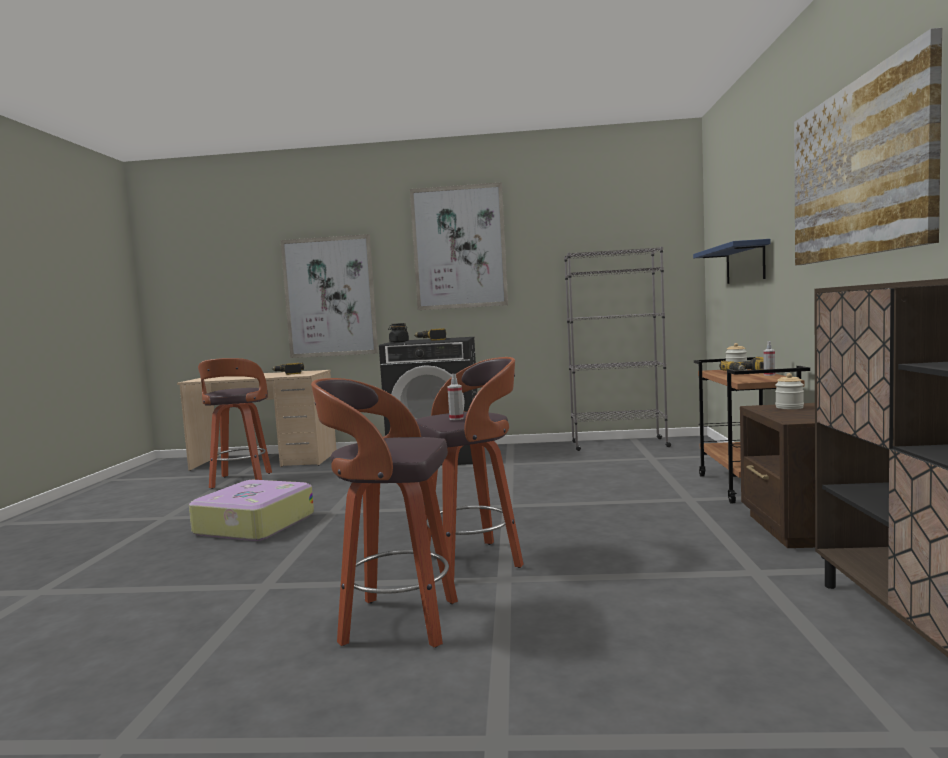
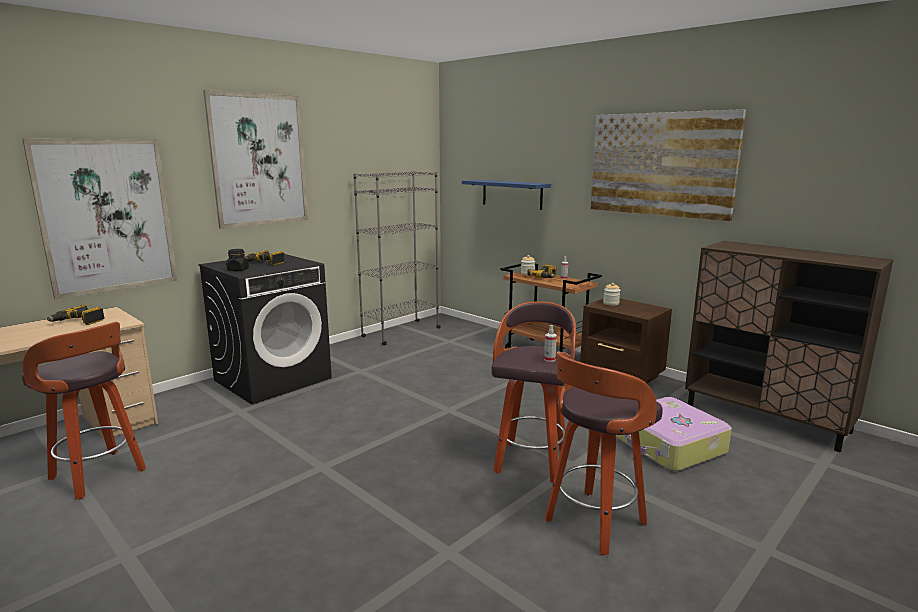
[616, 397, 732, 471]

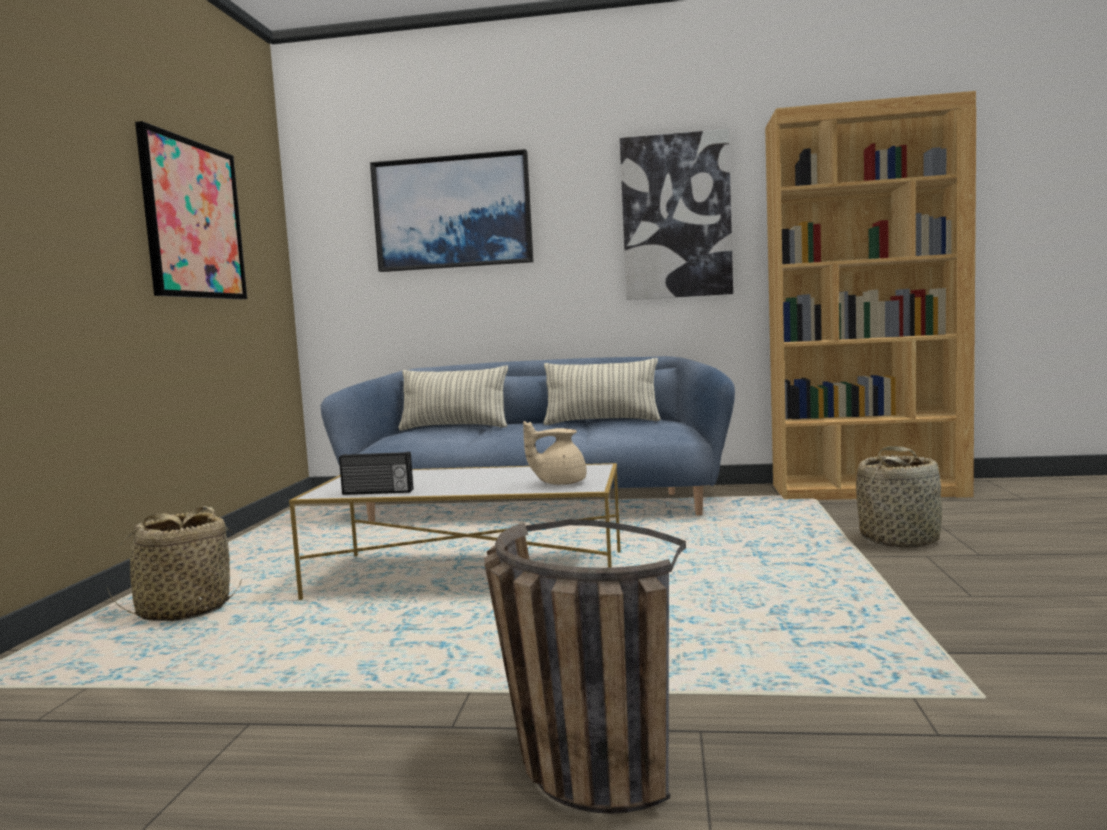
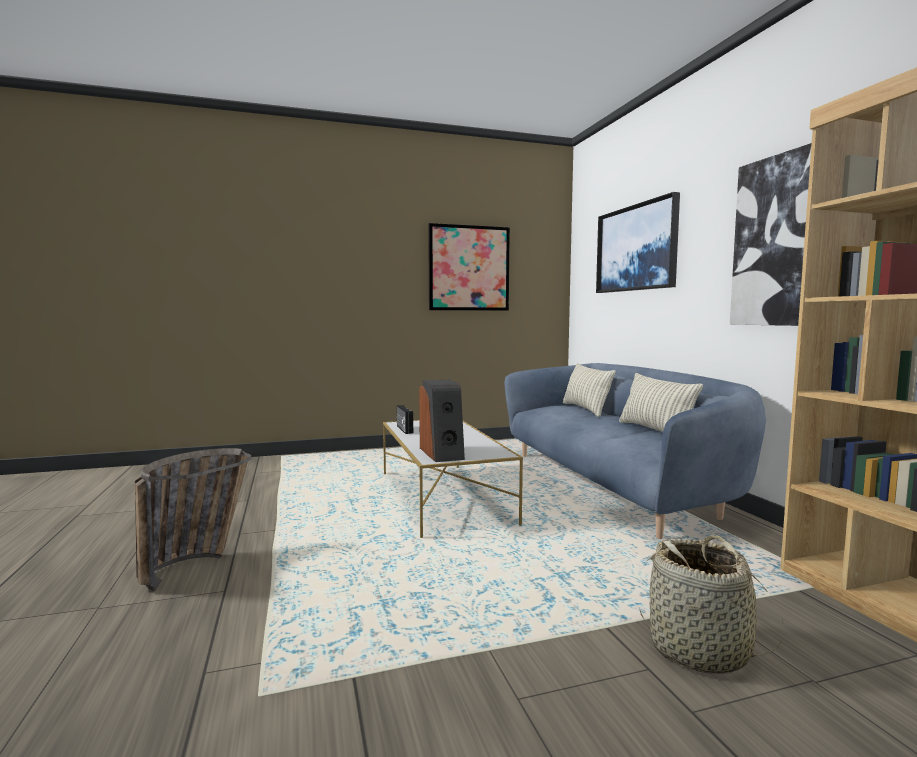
[419, 380, 465, 462]
[106, 506, 242, 621] (first image)

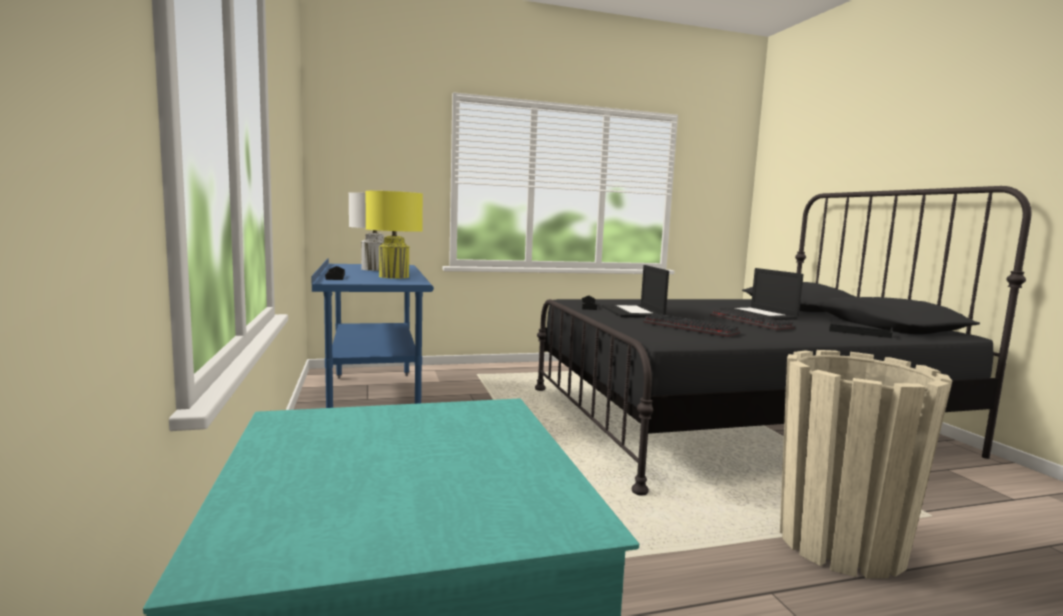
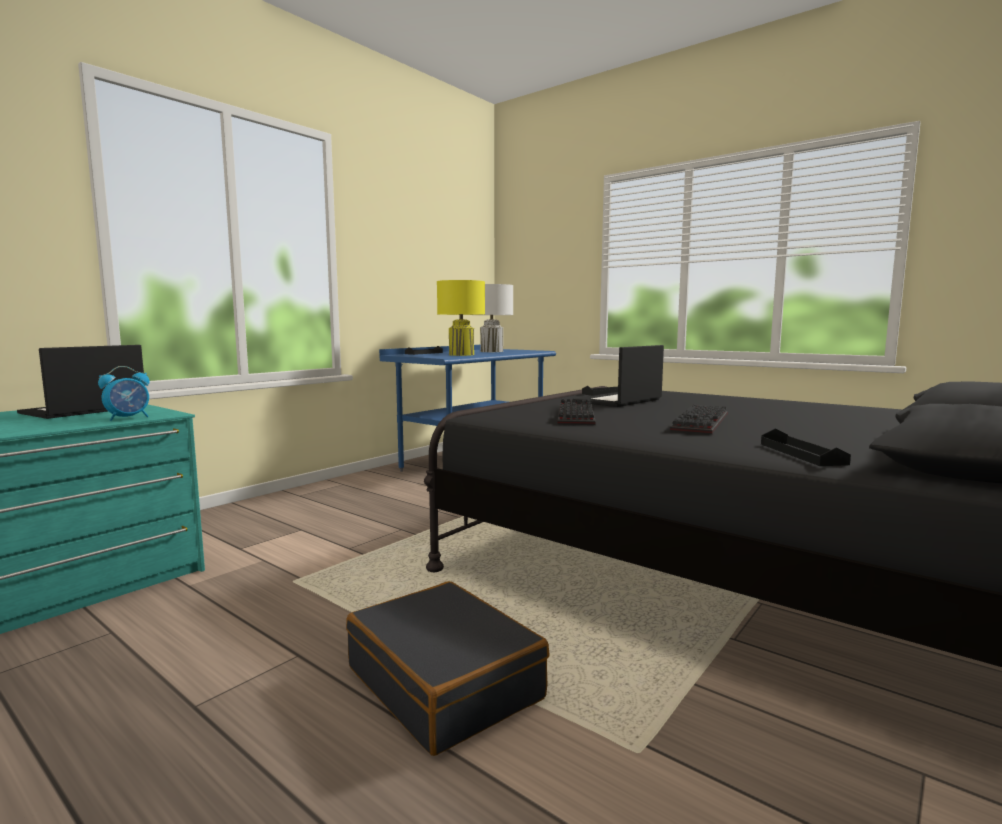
[17, 345, 144, 419]
[98, 366, 150, 421]
[346, 581, 550, 756]

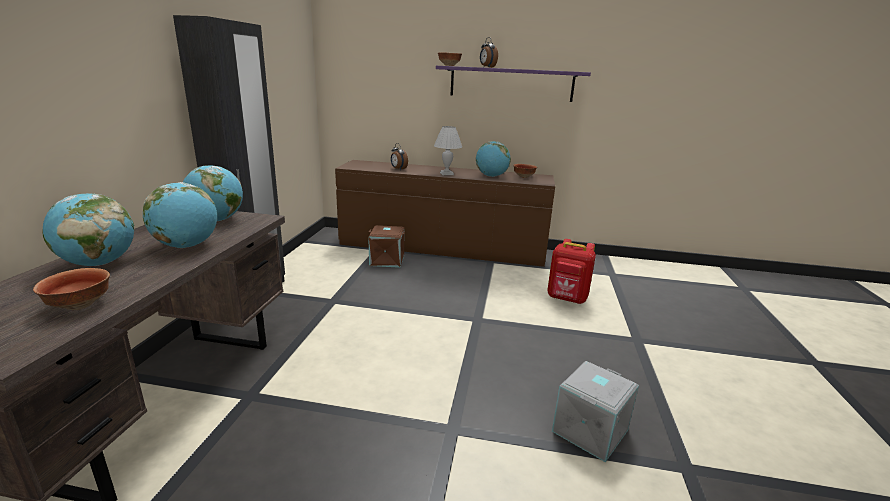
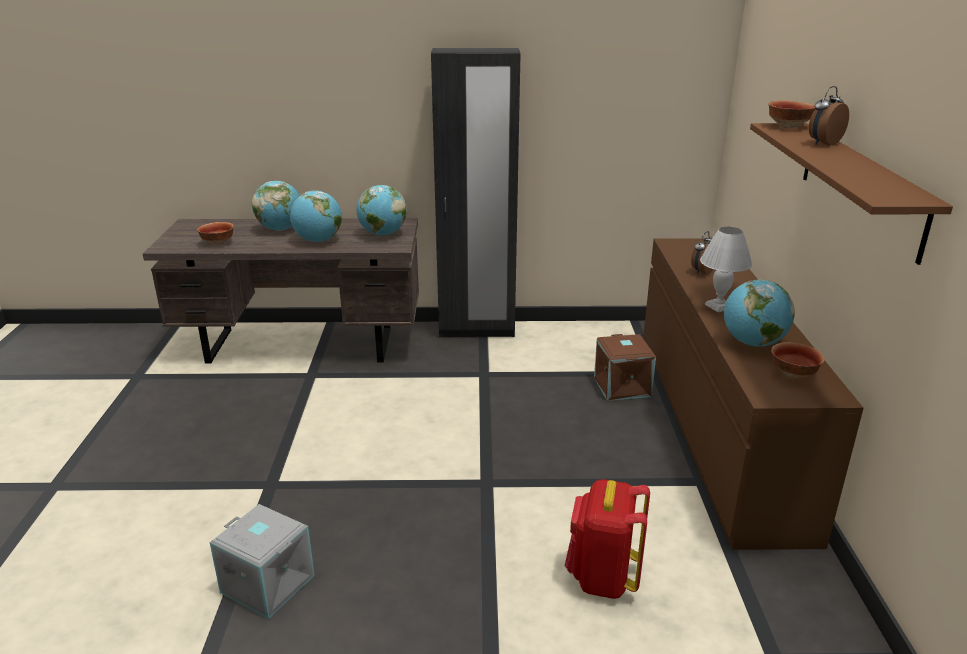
[750, 123, 953, 265]

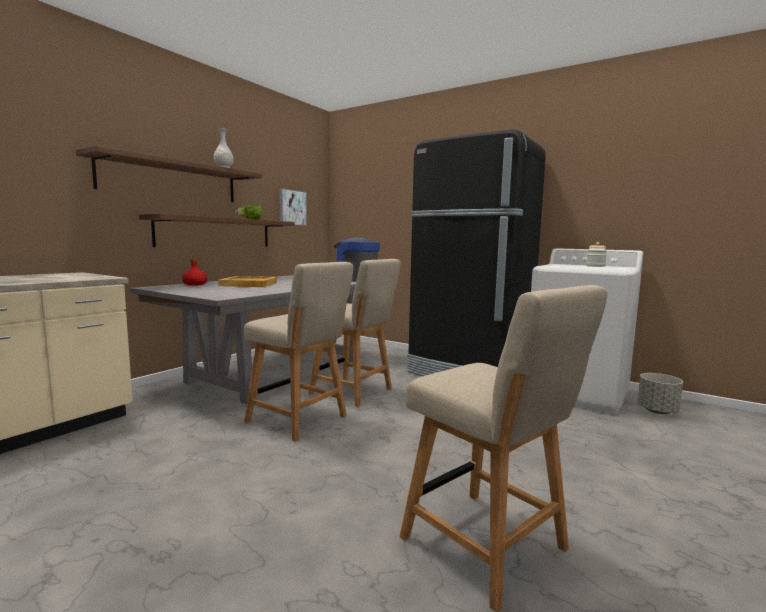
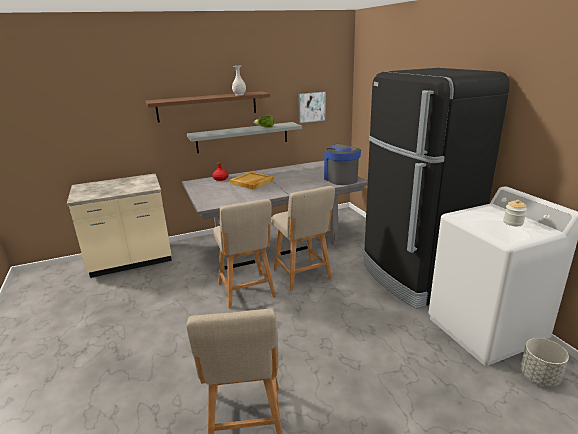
[187, 122, 302, 153]

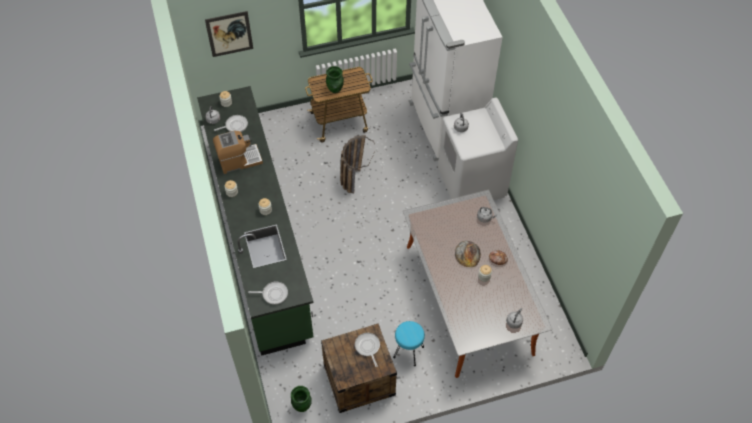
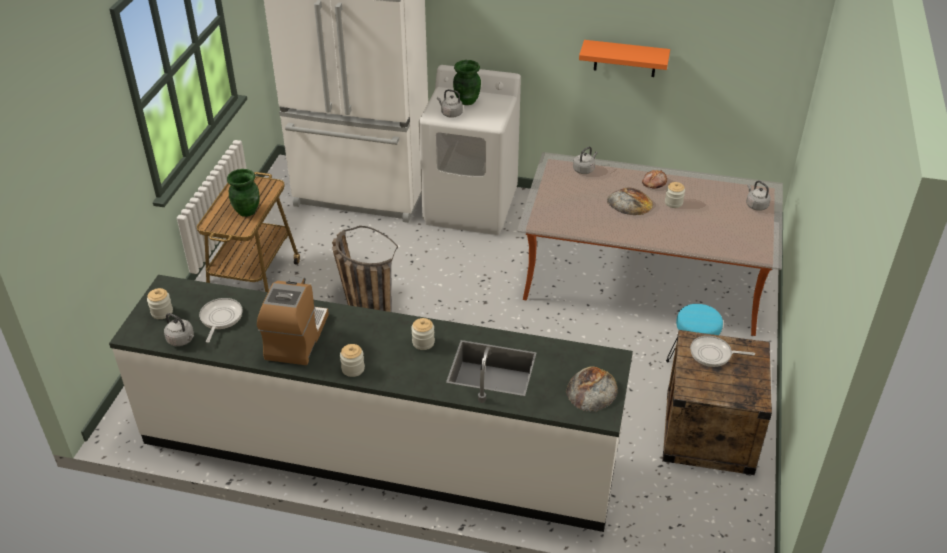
[109, 275, 633, 532]
[453, 60, 481, 105]
[566, 367, 618, 412]
[579, 40, 670, 77]
[205, 11, 253, 57] (first image)

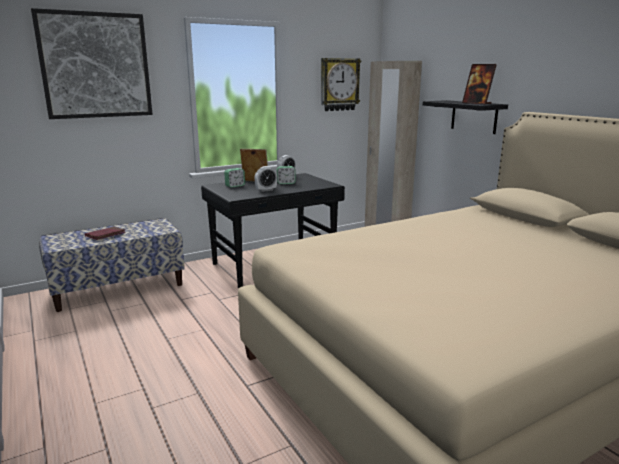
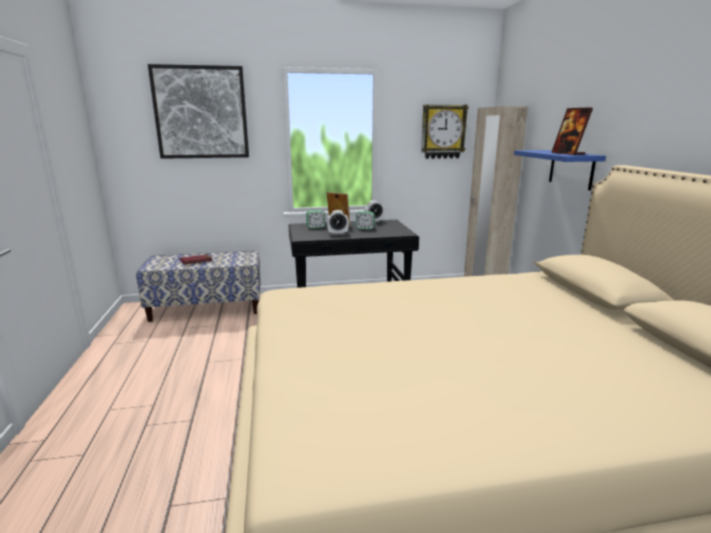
[514, 150, 606, 190]

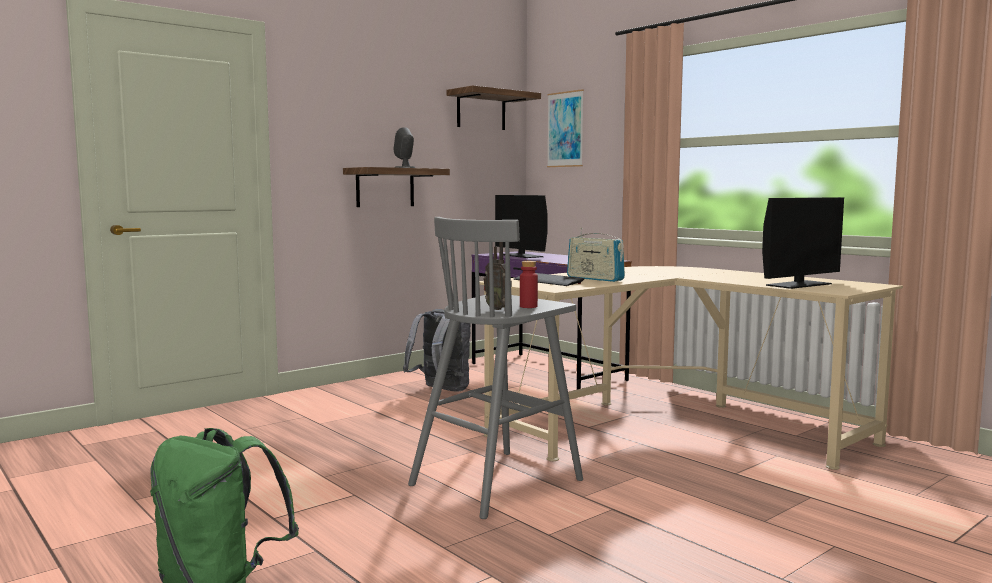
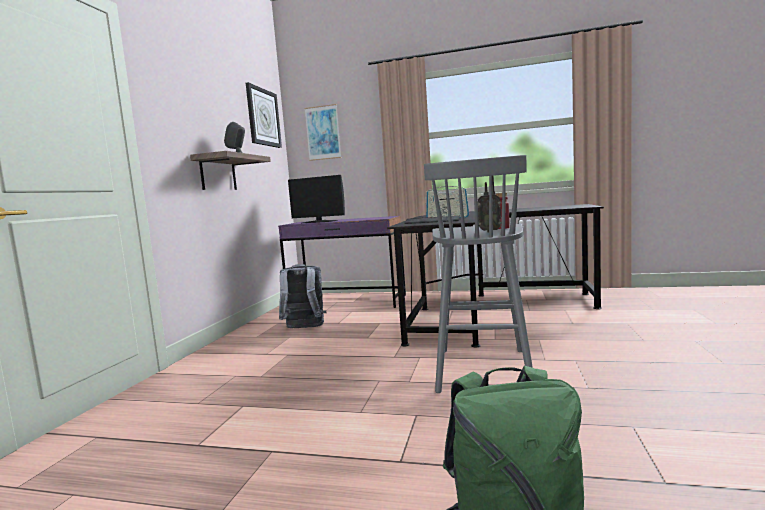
[246, 82, 282, 148]
[387, 204, 604, 347]
[762, 197, 844, 289] (first image)

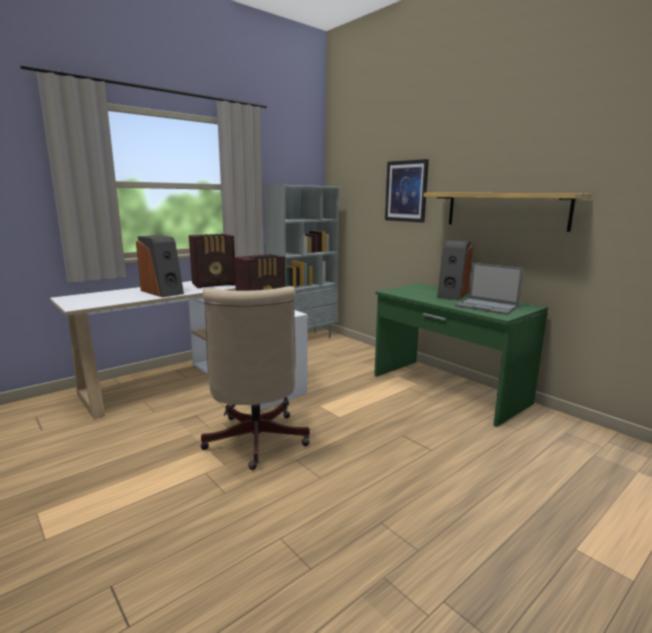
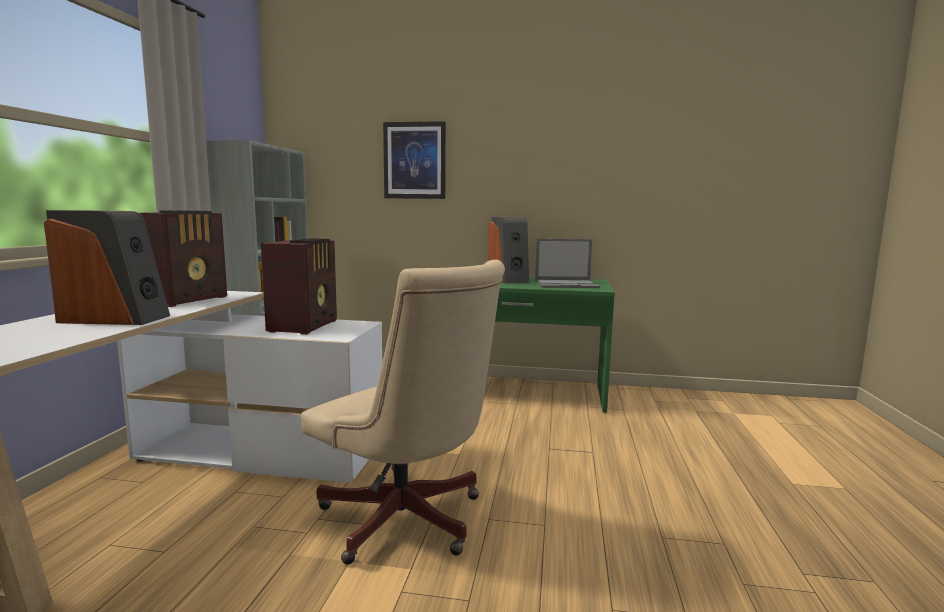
[424, 193, 592, 232] (first image)

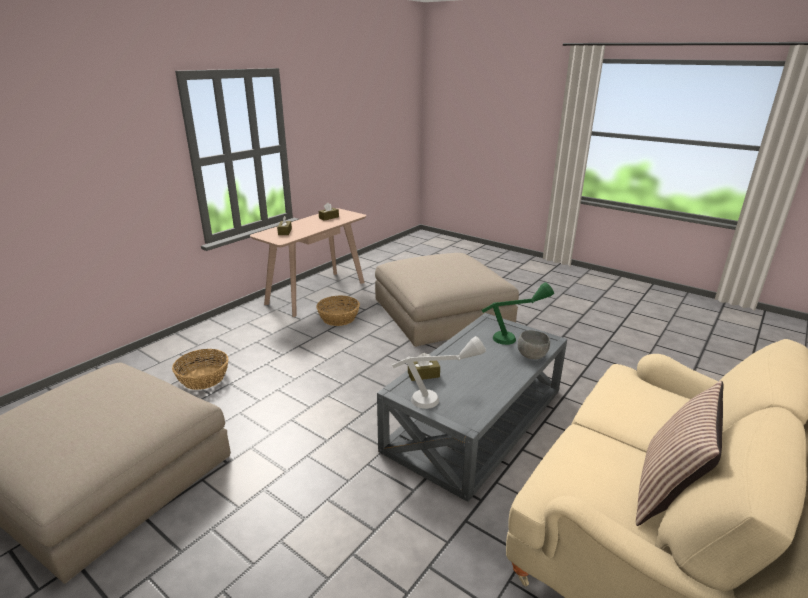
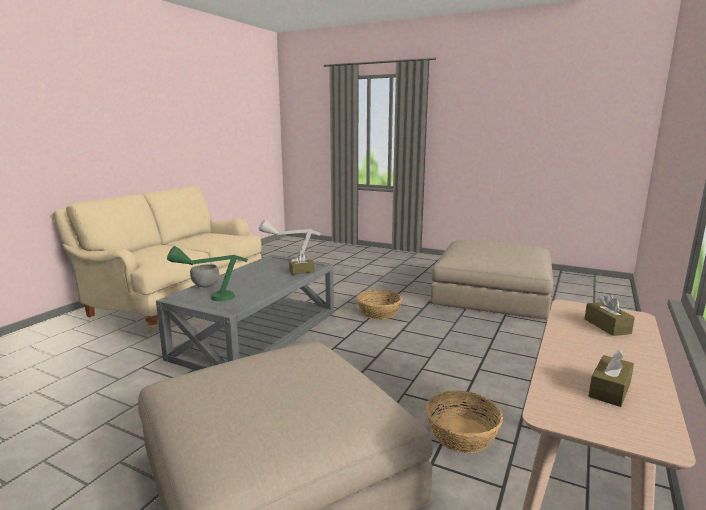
[357, 290, 402, 319]
[636, 381, 724, 526] (first image)

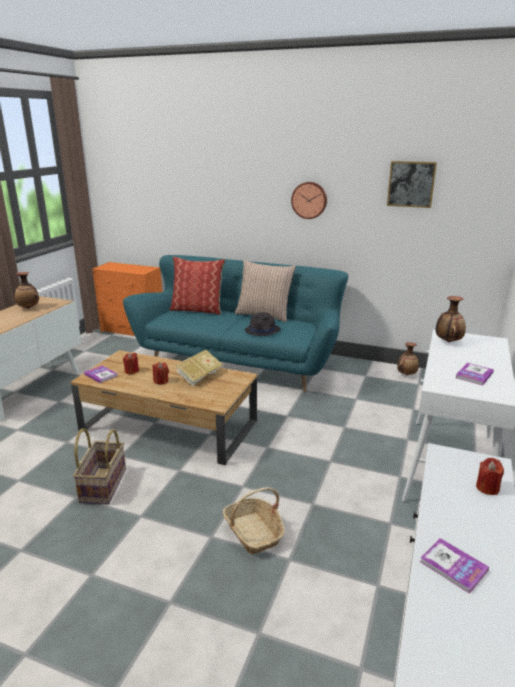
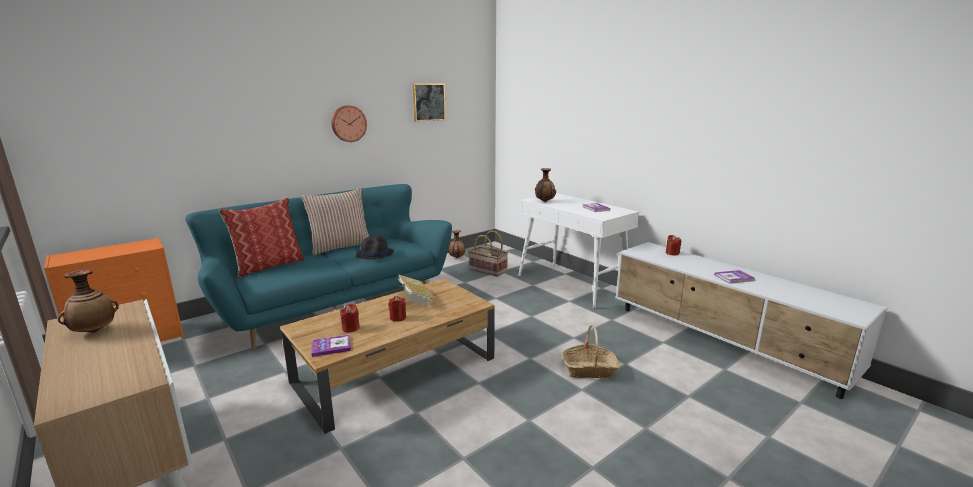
[469, 231, 508, 277]

